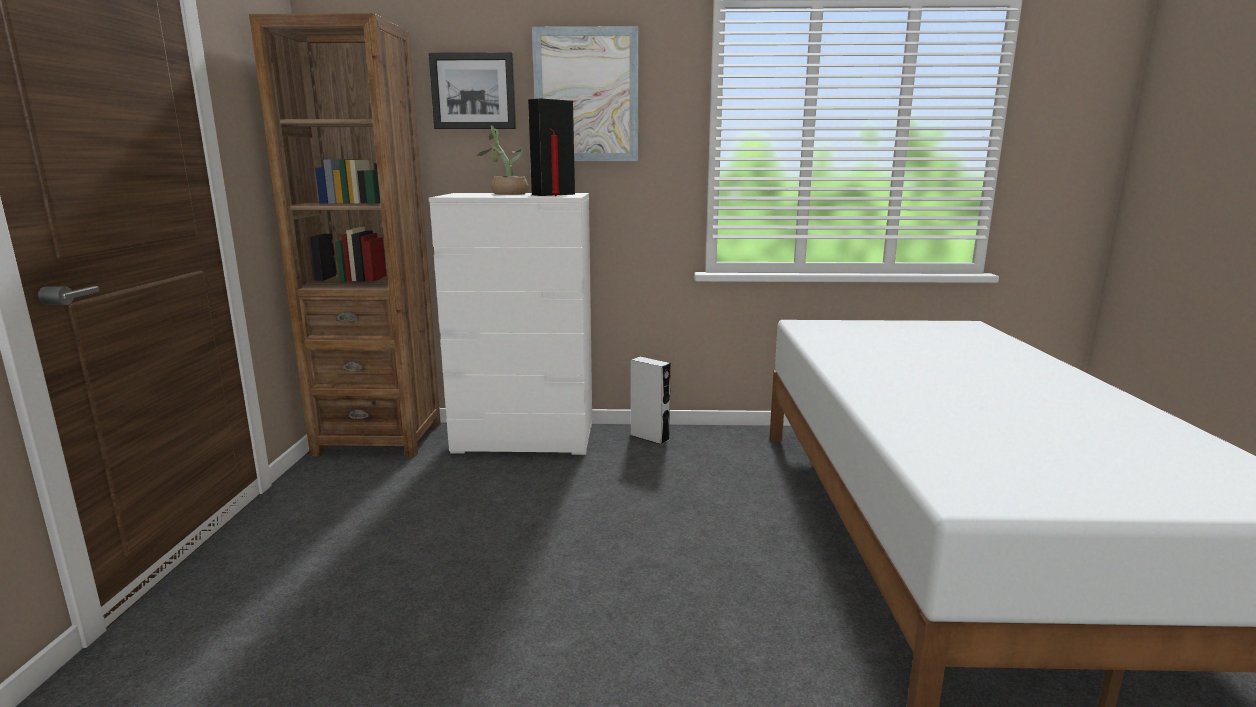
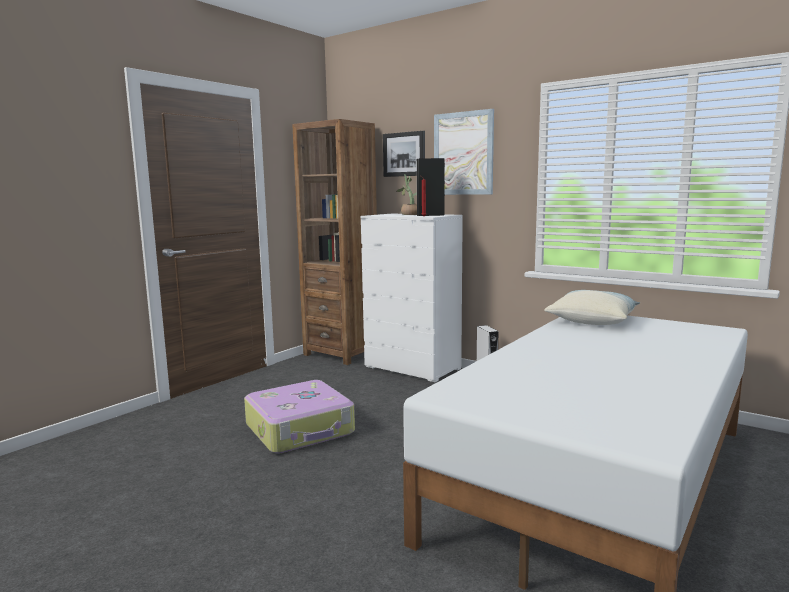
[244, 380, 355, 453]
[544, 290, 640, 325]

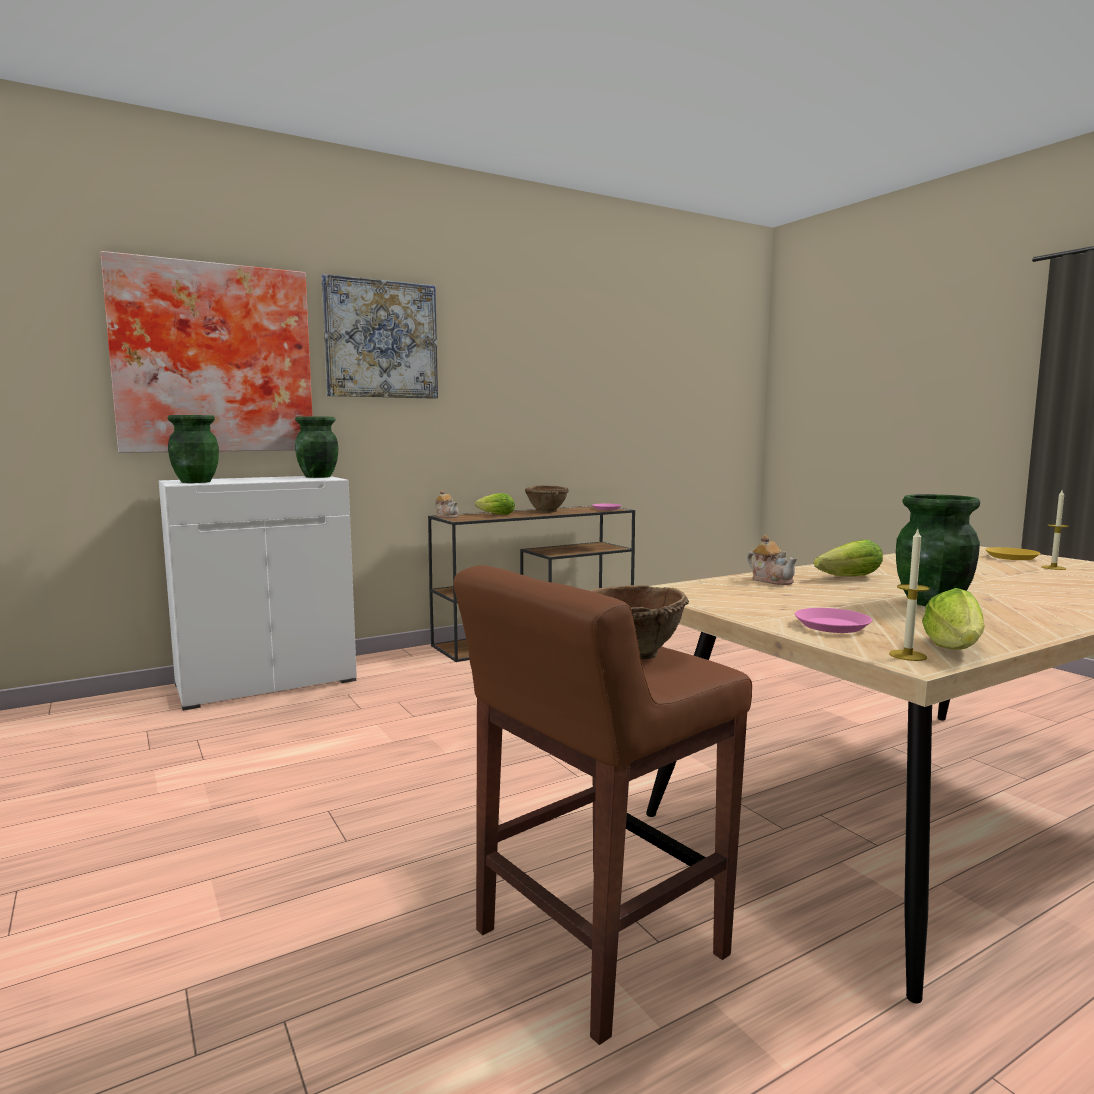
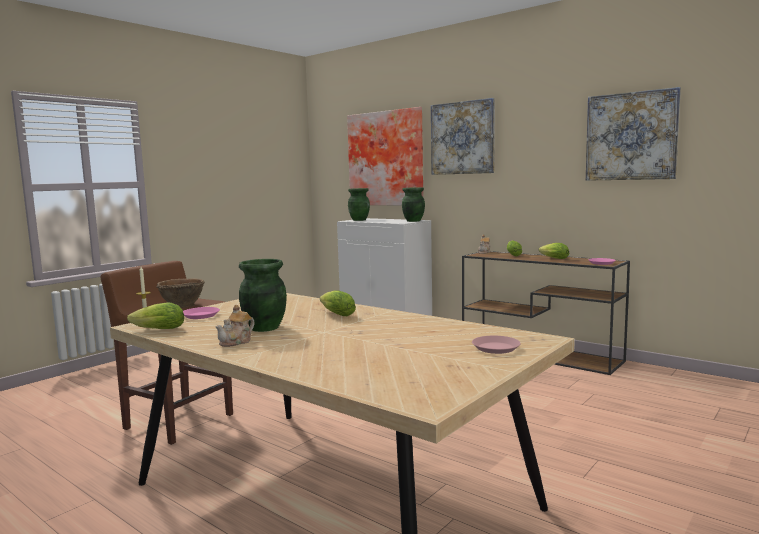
[215, 305, 254, 347]
[472, 336, 521, 354]
[539, 243, 569, 259]
[586, 87, 681, 181]
[1041, 490, 1069, 570] (first image)

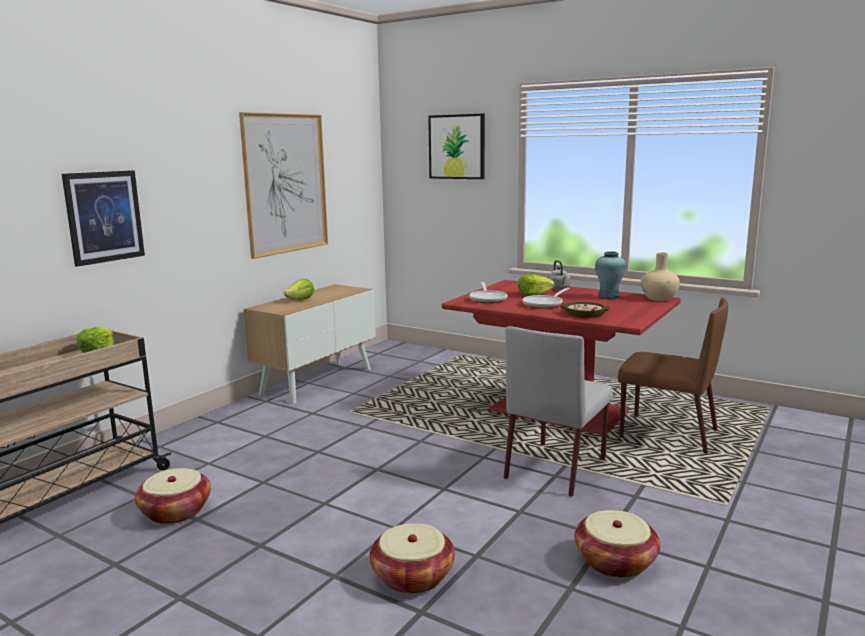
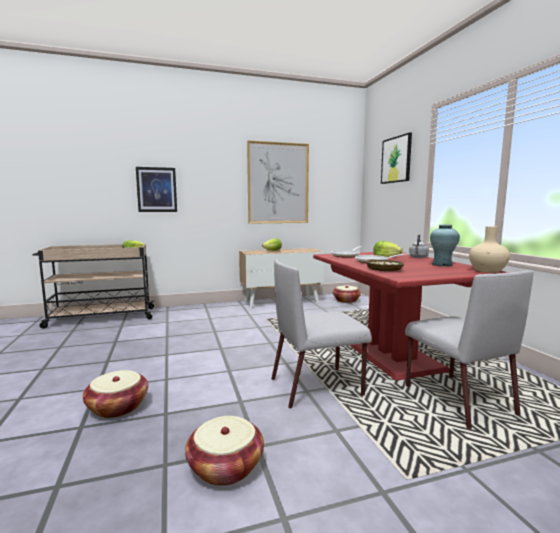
[333, 285, 361, 303]
[405, 270, 534, 429]

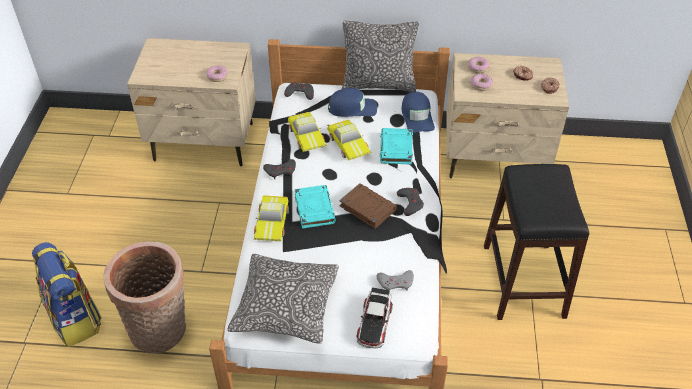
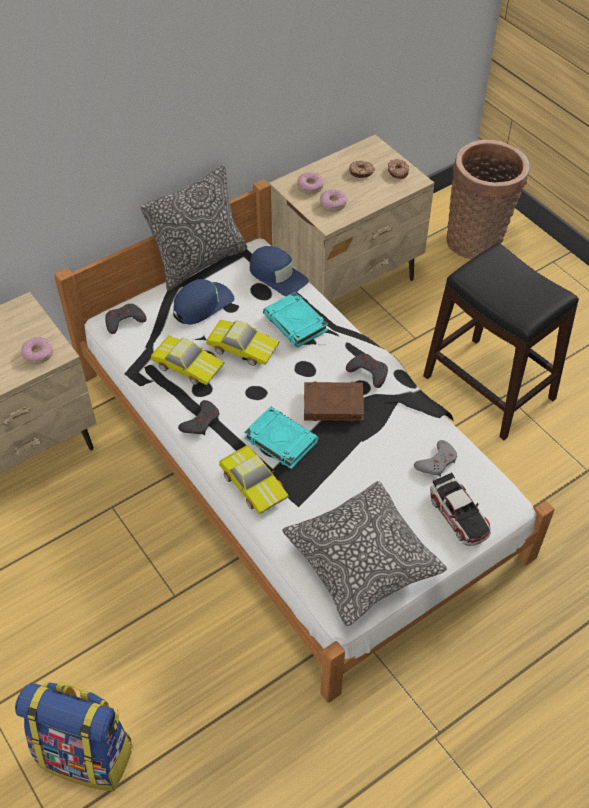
[446, 140, 530, 259]

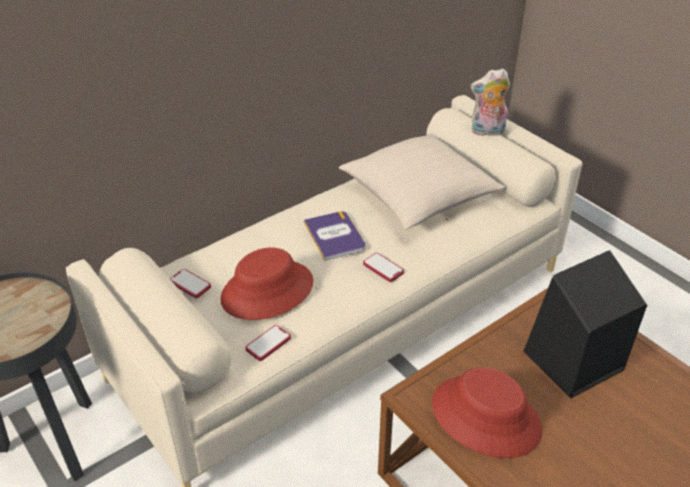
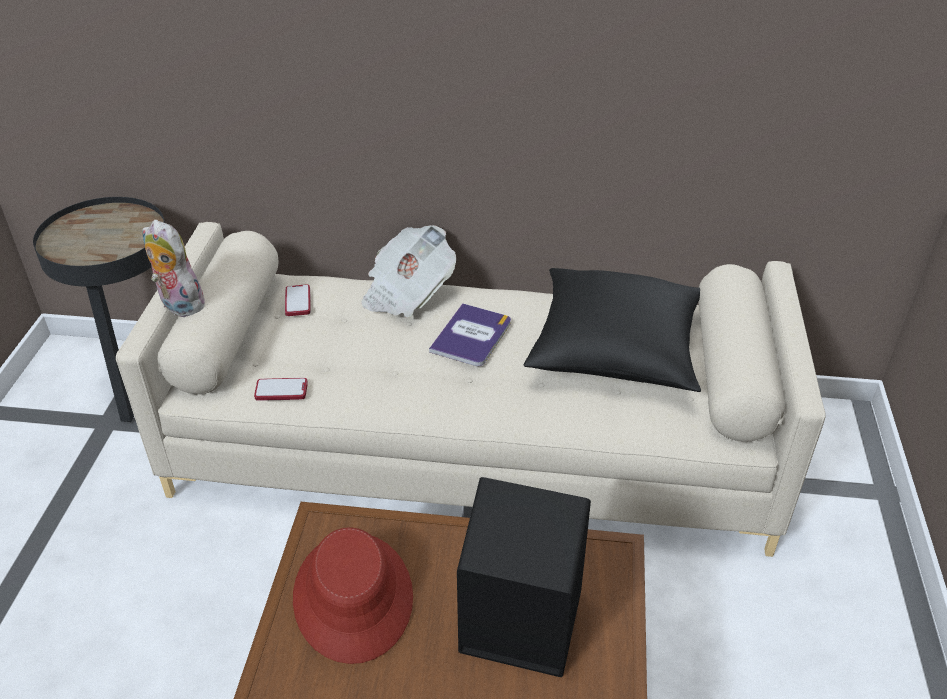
[142, 220, 205, 318]
[361, 225, 456, 317]
[524, 268, 701, 392]
[220, 247, 313, 320] (first image)
[363, 253, 404, 282] (first image)

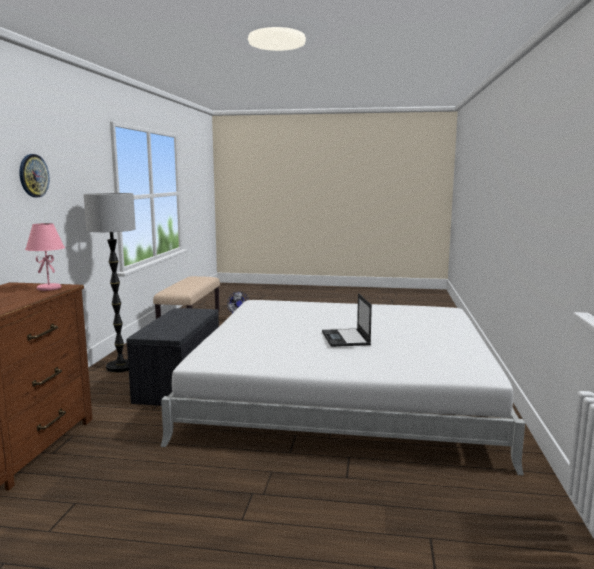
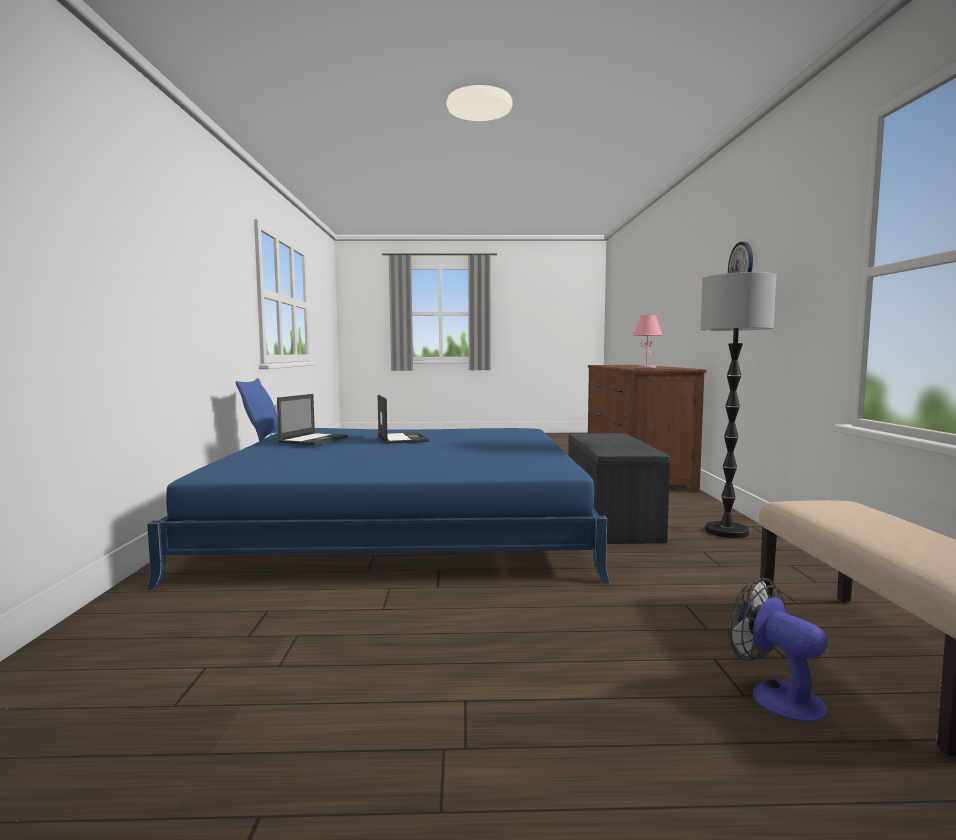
[146, 428, 610, 590]
[236, 378, 278, 441]
[277, 394, 348, 445]

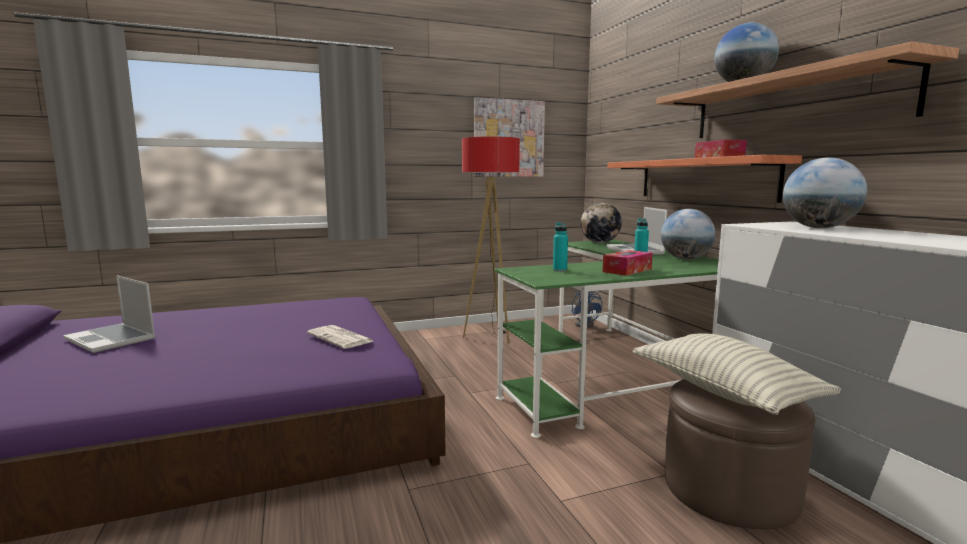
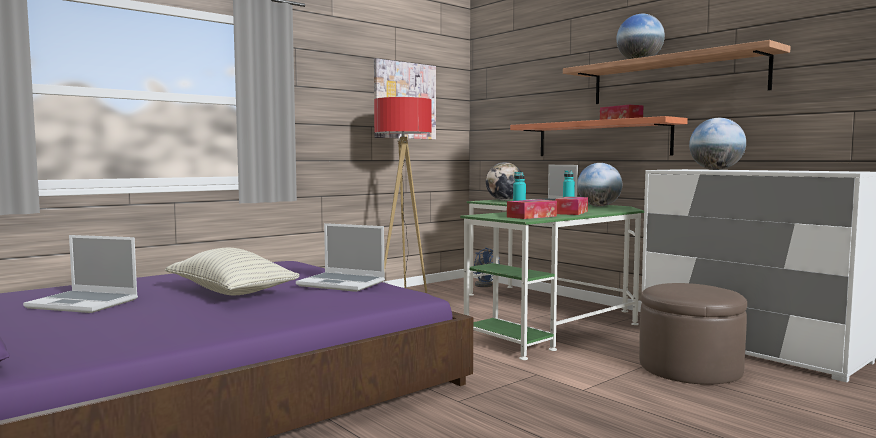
[165, 248, 300, 296]
[296, 223, 385, 292]
[507, 199, 557, 219]

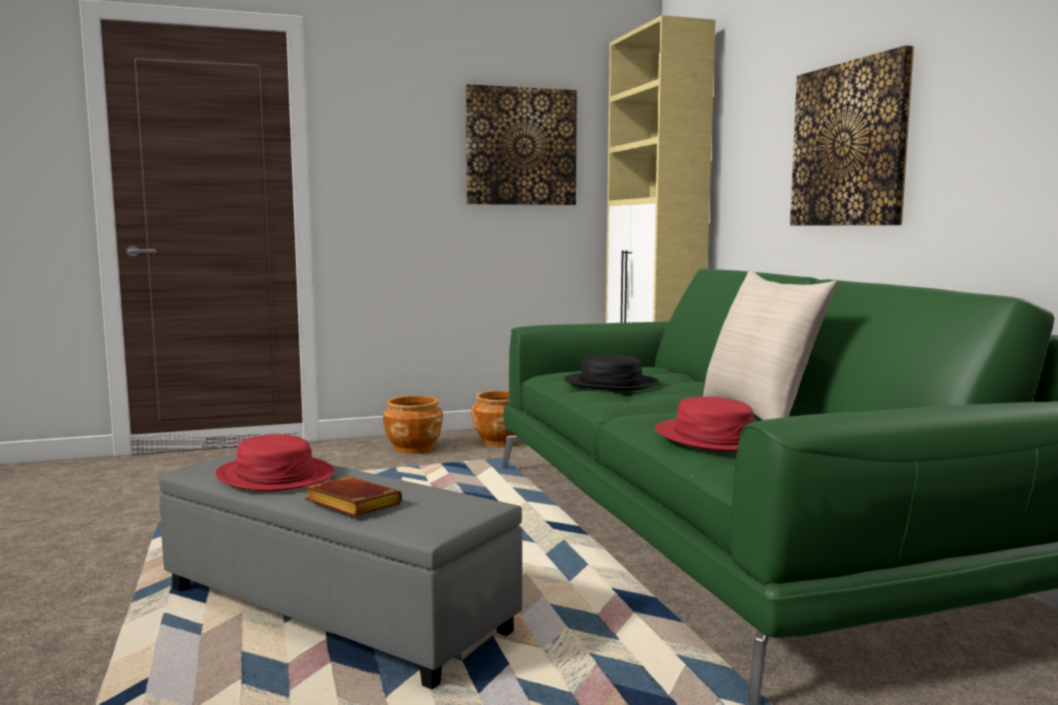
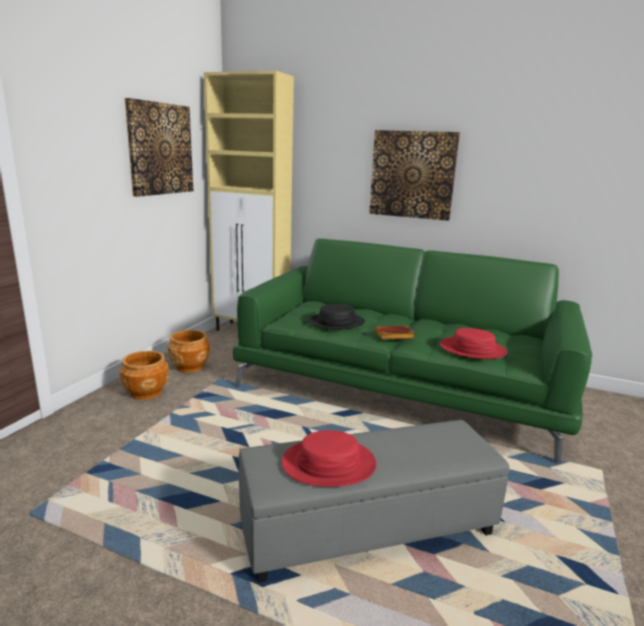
[375, 326, 415, 340]
[703, 271, 837, 421] (first image)

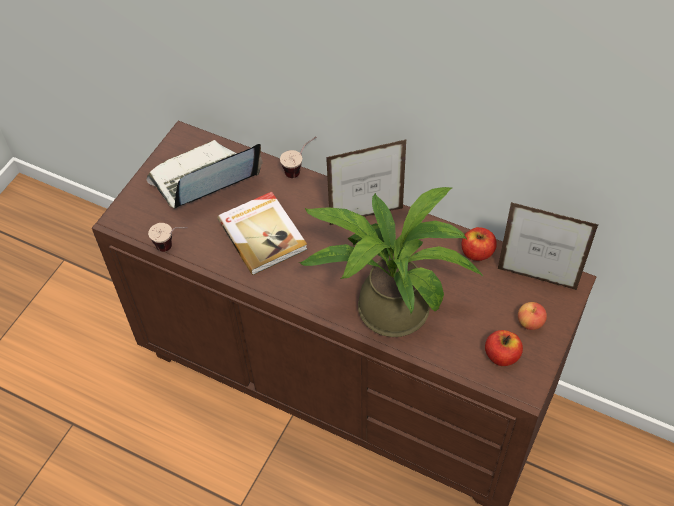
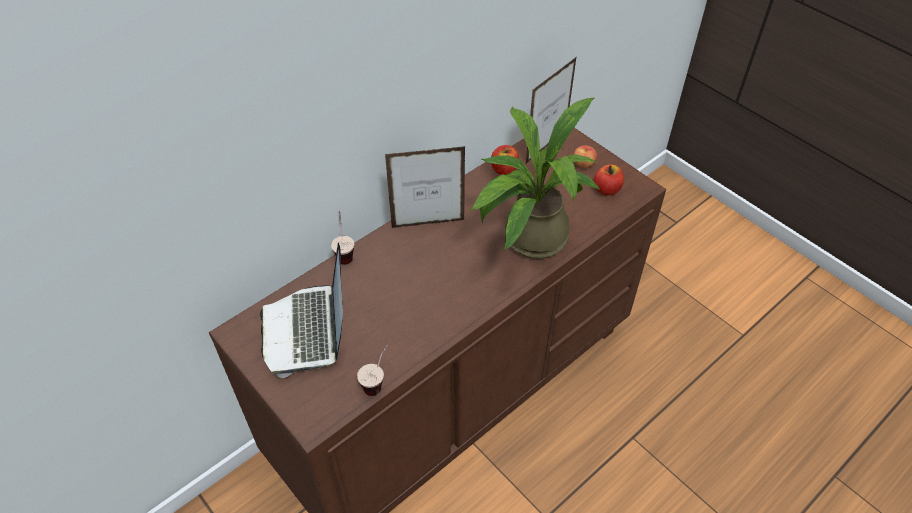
[385, 146, 465, 228]
[217, 192, 308, 275] (first image)

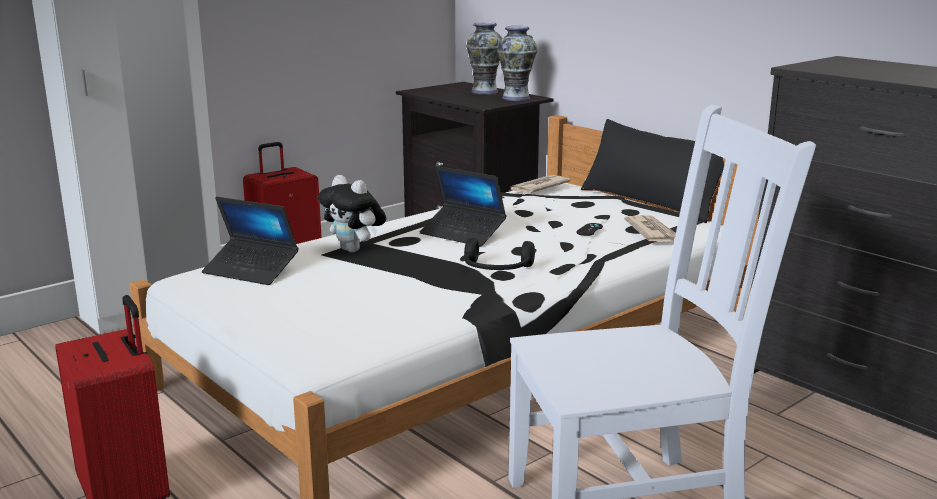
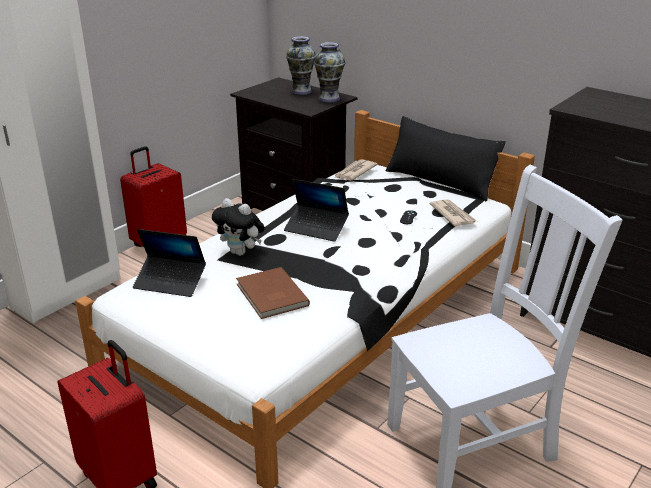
[236, 267, 310, 319]
[464, 238, 535, 270] (first image)

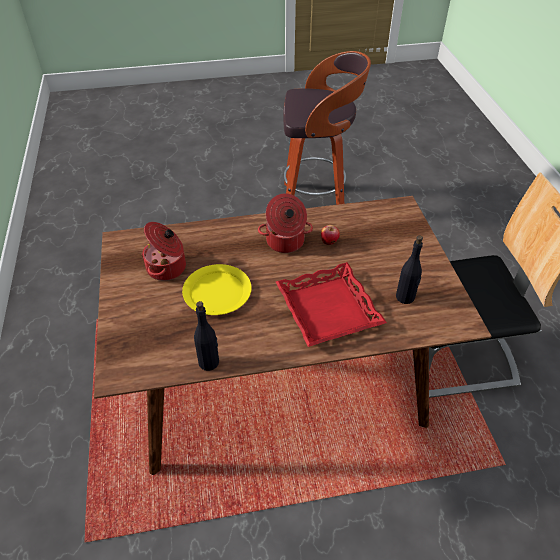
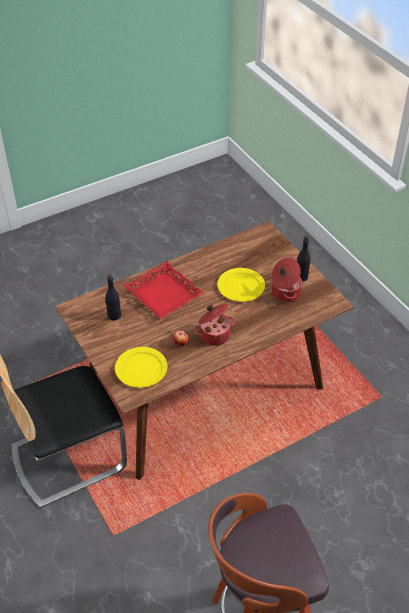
[115, 347, 167, 388]
[297, 235, 310, 282]

